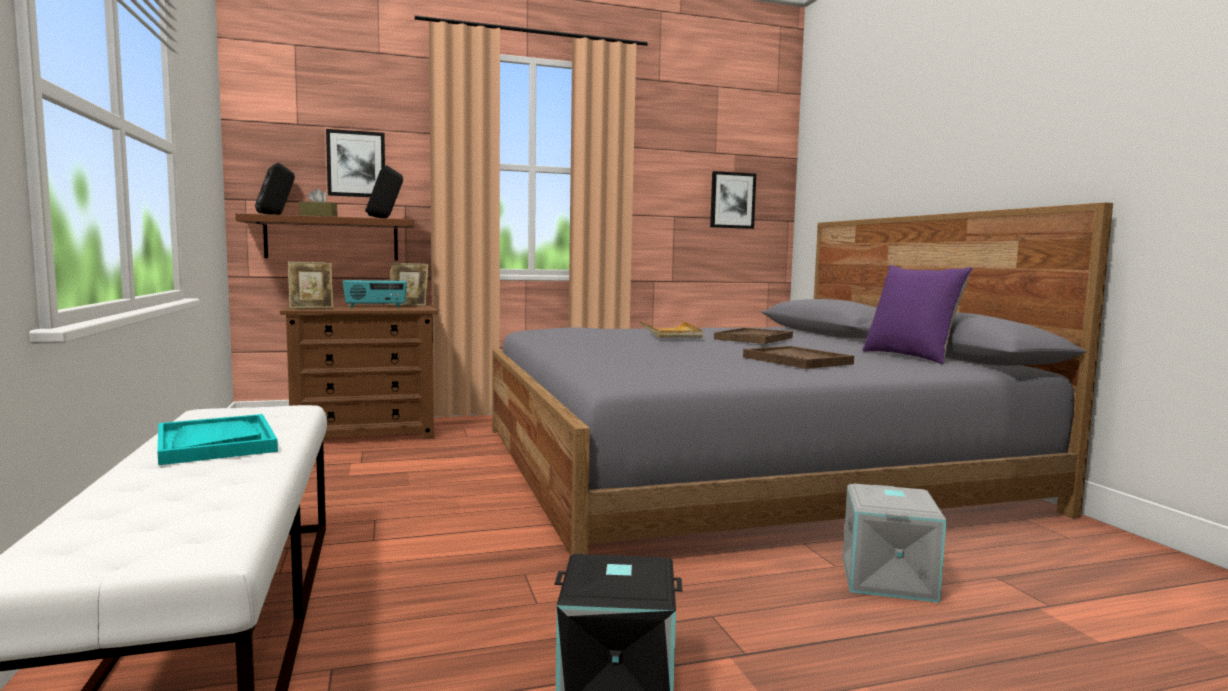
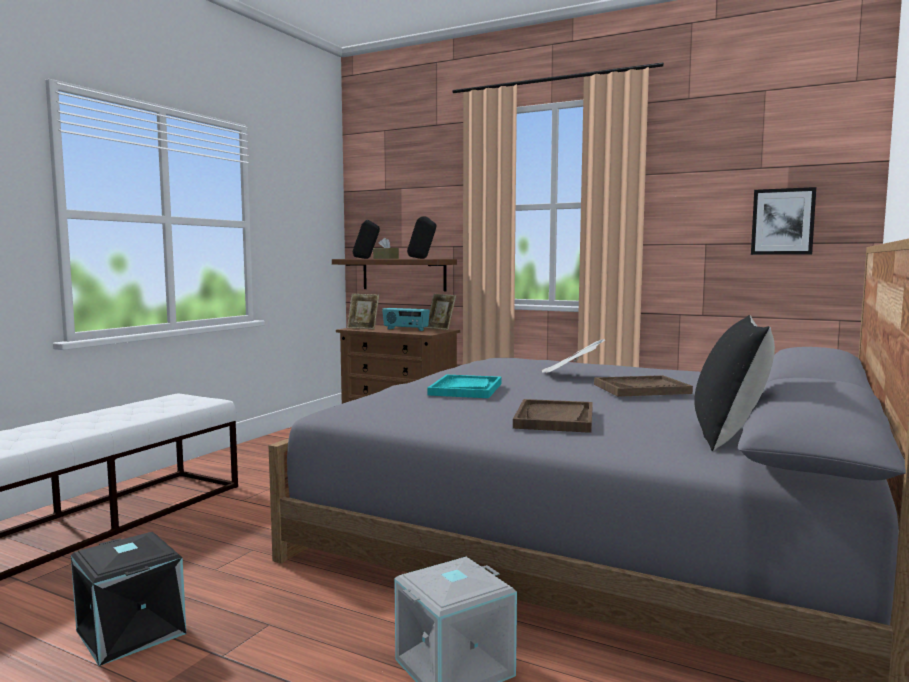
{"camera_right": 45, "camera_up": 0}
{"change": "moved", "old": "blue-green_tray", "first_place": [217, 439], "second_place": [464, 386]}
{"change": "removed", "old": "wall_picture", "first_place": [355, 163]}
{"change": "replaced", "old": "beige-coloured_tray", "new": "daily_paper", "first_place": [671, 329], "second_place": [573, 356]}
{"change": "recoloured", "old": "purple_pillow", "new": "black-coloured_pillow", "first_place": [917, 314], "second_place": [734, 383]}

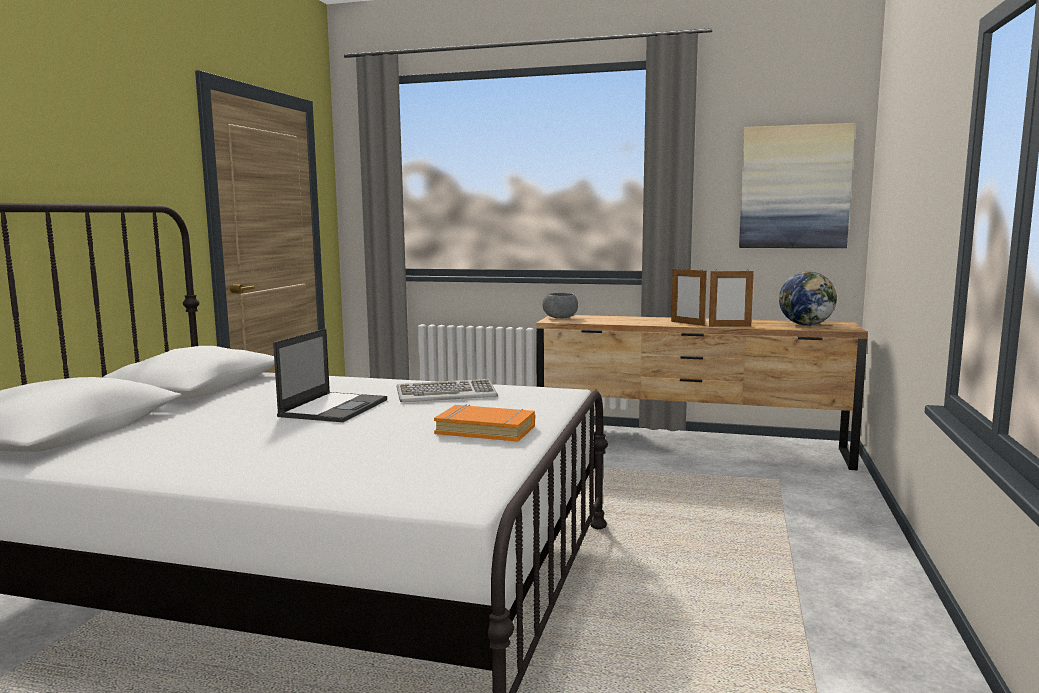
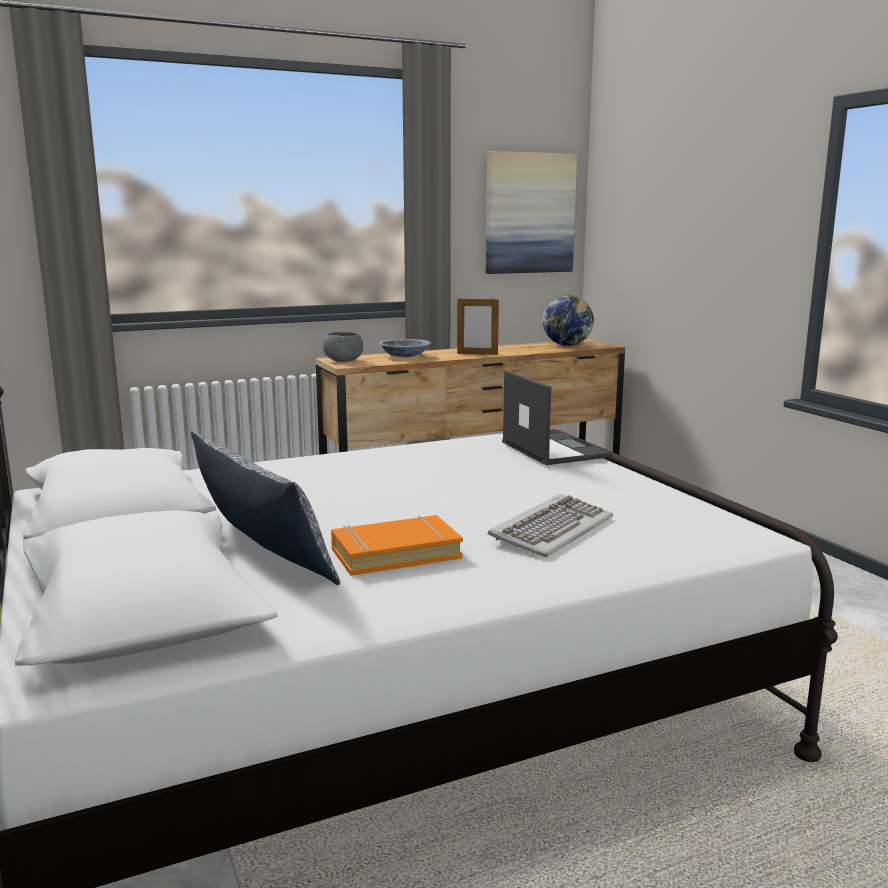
{"camera_right": -40, "camera_up": 5}
{"change": "moved", "old": "laptop", "first_place": [330, 375], "second_place": [557, 418]}
{"change": "moved", "old": "keyboard", "first_place": [447, 390], "second_place": [550, 525]}
{"change": "moved", "old": "orangey_book", "first_place": [484, 423], "second_place": [397, 545]}
{"change": "removed", "old": "picture_frame", "first_place": [731, 298]}
{"change": "added", "new": "pillow", "second_place": [265, 508]}
{"change": "added", "new": "bowl", "second_place": [405, 348]}

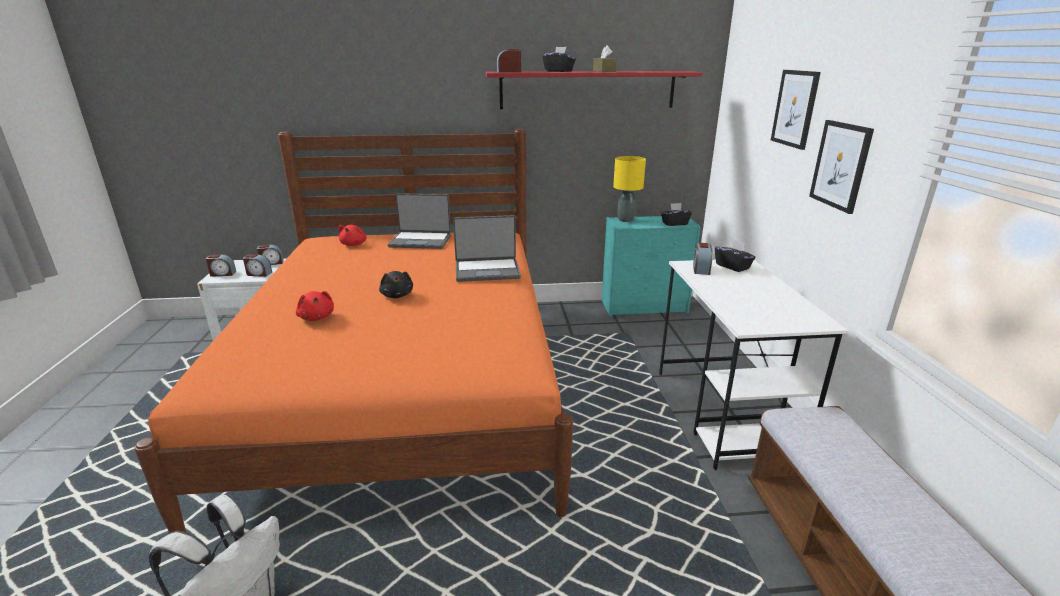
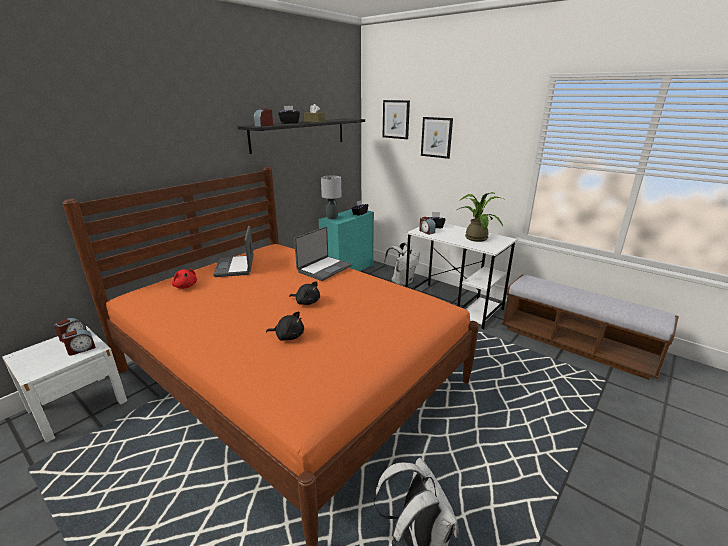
{"camera_right": -45, "camera_up": 0}
{"change": "removed", "old": "bedside_clock", "first_place": [221, 266]}
{"change": "recoloured", "old": "red-coloured_soft_toy", "new": "black-coloured_soft_toy", "first_place": [315, 306], "second_place": [285, 326]}
{"change": "turned", "old": "laptop", "first_place": [419, 221], "second_place": [233, 251], "degrees": 120}
{"change": "recoloured", "old": "red-coloured_wall_shelf", "new": "black-coloured_wall_shelf", "first_place": [594, 90], "second_place": [301, 136]}
{"change": "recoloured", "old": "yellow-coloured_tabletop_lamp", "new": "grey_tabletop_lamp", "first_place": [629, 189], "second_place": [331, 198]}
{"change": "moved", "old": "wall_picture", "first_place": [841, 167], "second_place": [396, 119]}
{"change": "added", "new": "whitish_rucksack", "second_place": [402, 264]}
{"change": "added", "new": "plant_in_a_pot", "second_place": [481, 217]}

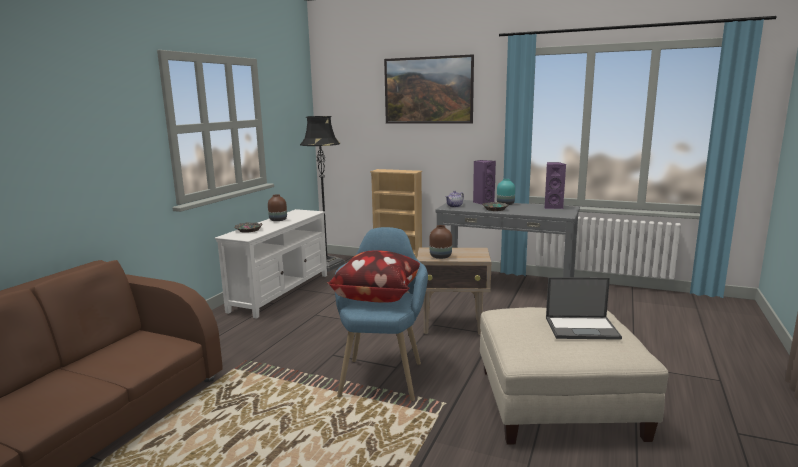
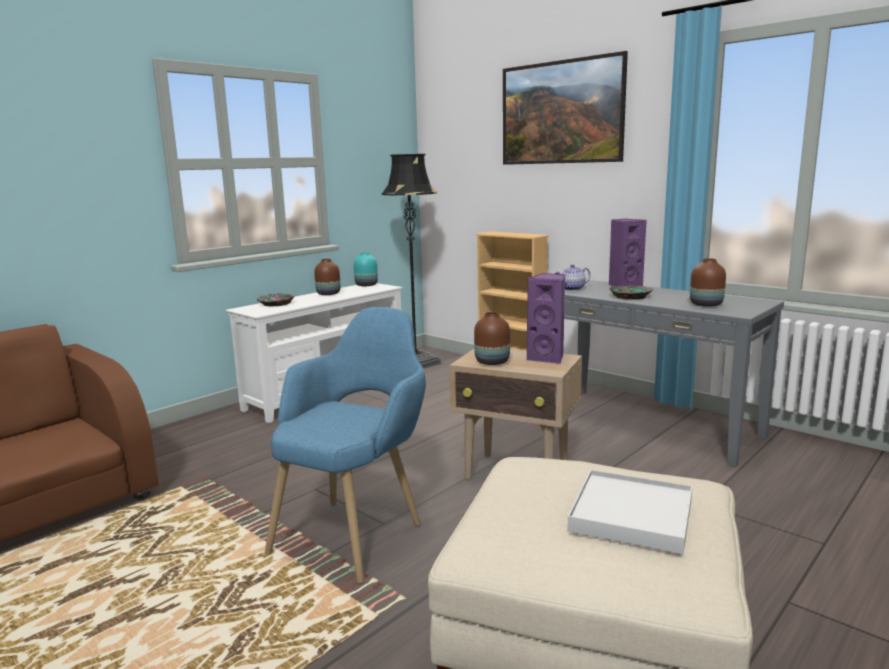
{"camera_right": 20, "camera_up": 0}
{"change": "removed", "old": "pillow", "first_place": [373, 276]}
{"change": "moved", "old": "blue-green_flower_vase", "first_place": [506, 192], "second_place": [366, 269]}
{"change": "moved", "old": "purple_loudspeaker", "first_place": [555, 185], "second_place": [546, 318]}
{"change": "replaced", "old": "laptop", "new": "whitish_tray", "first_place": [584, 308], "second_place": [630, 512]}
{"change": "added", "new": "brownish_flower_vase", "second_place": [708, 282]}

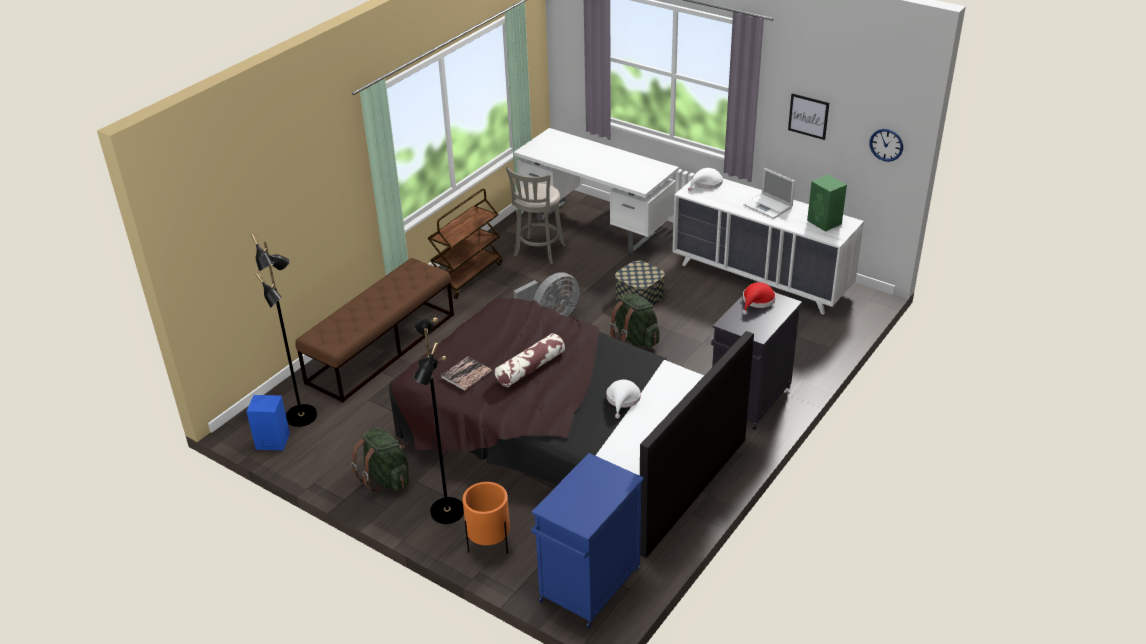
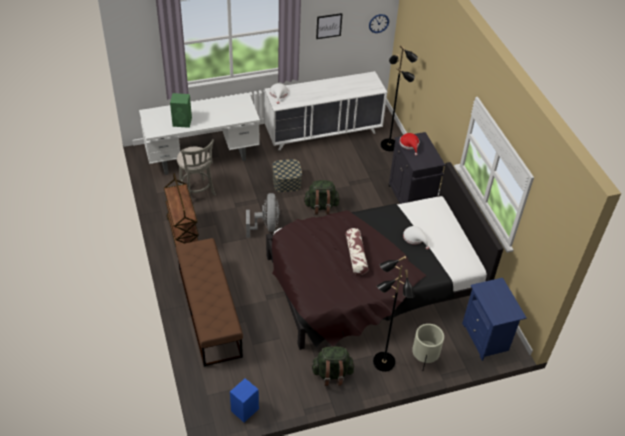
{"camera_right": -55, "camera_up": 10}
{"change": "moved", "old": "black-coloured_standing_lamp", "first_place": [284, 330], "second_place": [399, 98]}
{"change": "removed", "old": "book", "first_place": [466, 374]}
{"change": "recoloured", "old": "orangey_planter", "new": "beige-coloured_planter", "first_place": [486, 518], "second_place": [428, 347]}
{"change": "replaced", "old": "blue_cupboard", "new": "blue_bedside_table", "first_place": [587, 540], "second_place": [494, 319]}
{"change": "removed", "old": "laptop", "first_place": [769, 193]}
{"change": "moved", "old": "green-coloured_loudspeaker", "first_place": [827, 203], "second_place": [181, 110]}

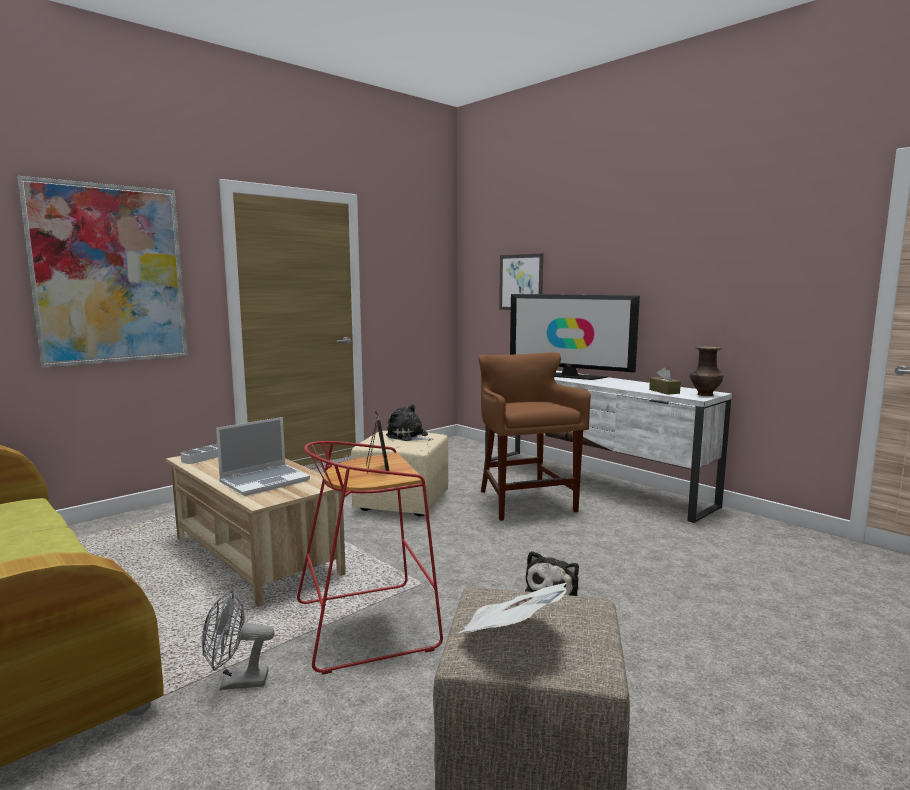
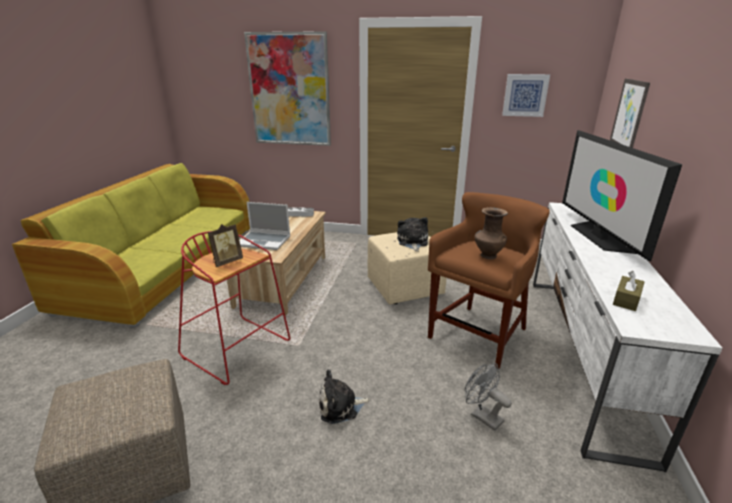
{"camera_right": 55, "camera_up": 15}
{"change": "moved", "old": "grey_electric_fan", "first_place": [238, 640], "second_place": [488, 397]}
{"change": "removed", "old": "daily_paper", "first_place": [512, 608]}
{"change": "moved", "old": "brownish_flower_vase", "first_place": [706, 371], "second_place": [491, 233]}
{"change": "added", "new": "wall_picture", "second_place": [526, 95]}

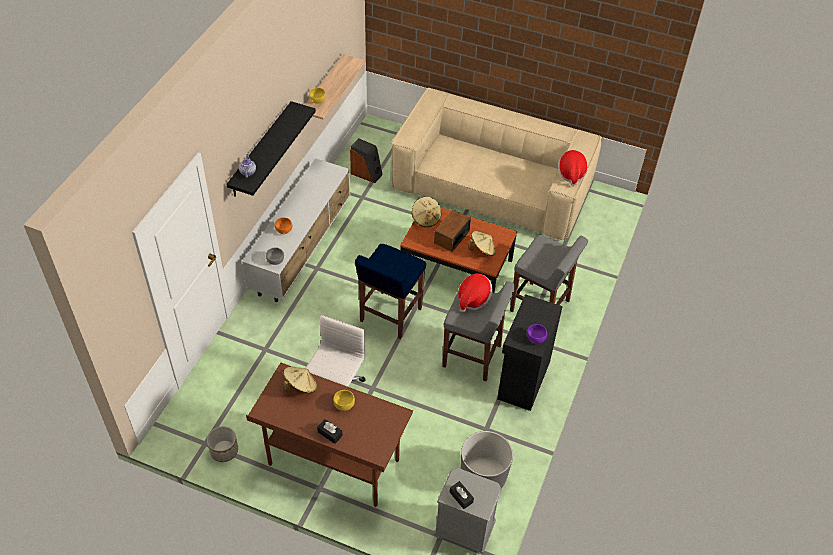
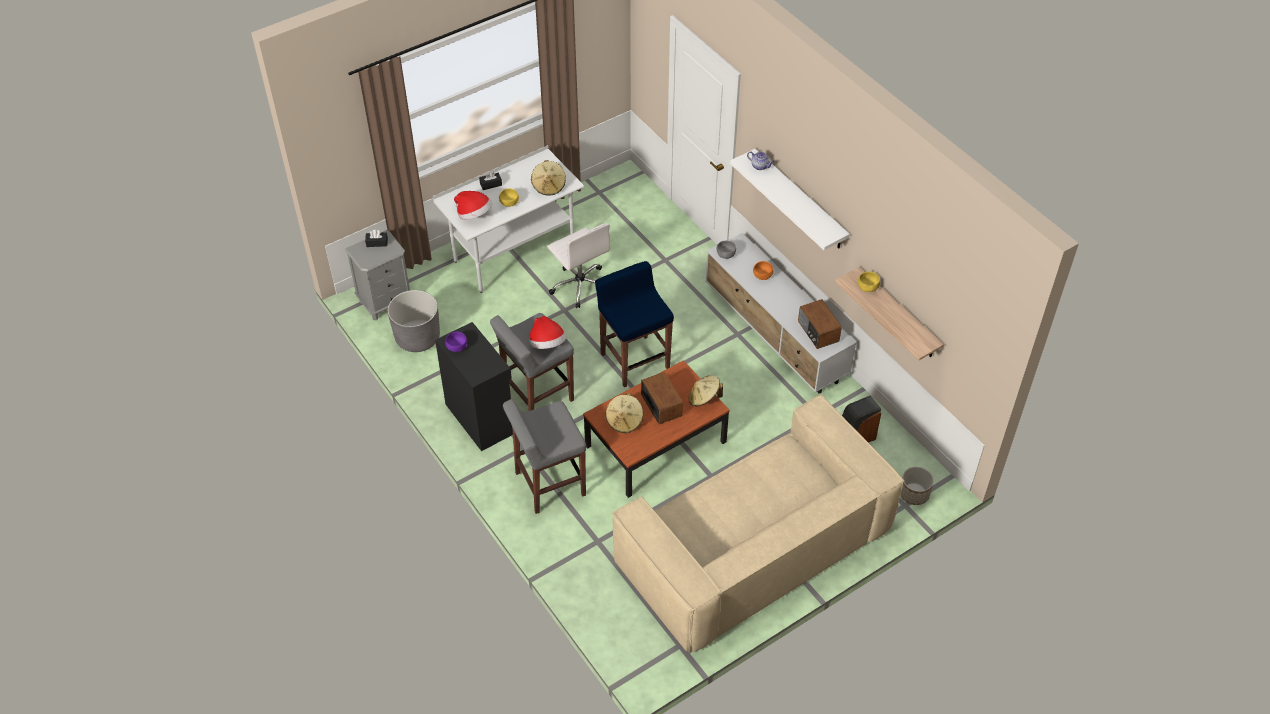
{"camera_right": 125, "camera_up": 0}
{"change": "moved", "old": "planter", "first_place": [222, 444], "second_place": [917, 486]}
{"change": "recoloured", "old": "black-coloured_wall_shelf", "new": "whitish_wall_shelf", "first_place": [271, 149], "second_place": [790, 199]}
{"change": "recoloured", "old": "brownish_desk", "new": "whitish_desk", "first_place": [329, 435], "second_place": [508, 219]}
{"change": "moved", "old": "hat", "first_place": [573, 168], "second_place": [473, 205]}
{"change": "added", "new": "radio", "second_place": [820, 324]}

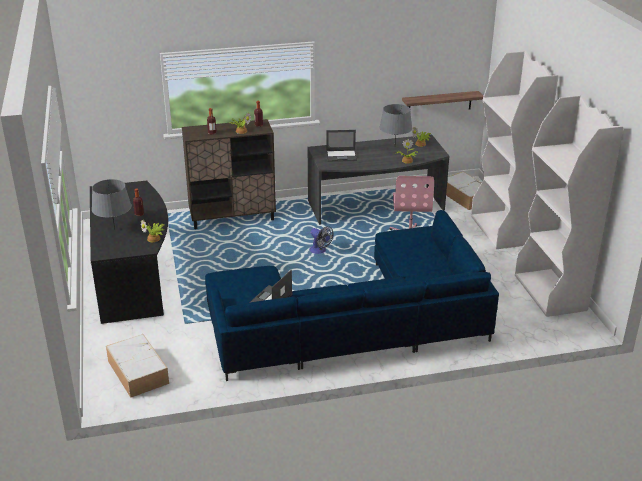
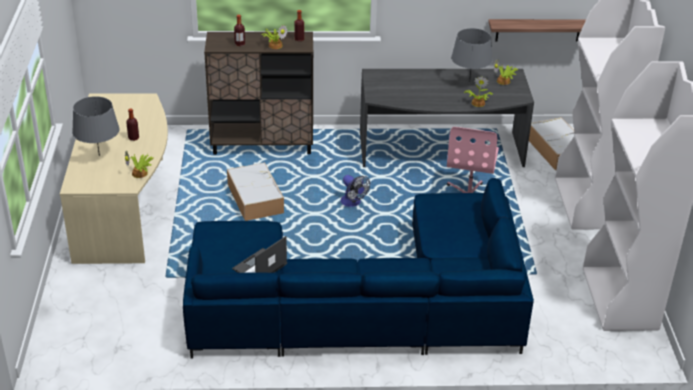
{"camera_right": 10, "camera_up": 5}
{"change": "recoloured", "old": "black-coloured_desk", "new": "beige-coloured_desk", "first_place": [129, 252], "second_place": [114, 178]}
{"change": "moved", "old": "storage_box", "first_place": [137, 366], "second_place": [255, 191]}
{"change": "removed", "old": "laptop", "first_place": [341, 146]}

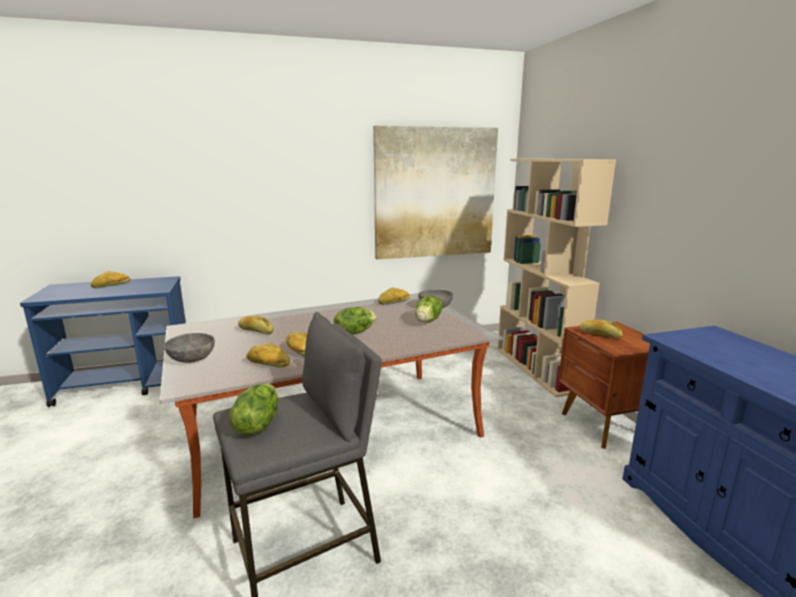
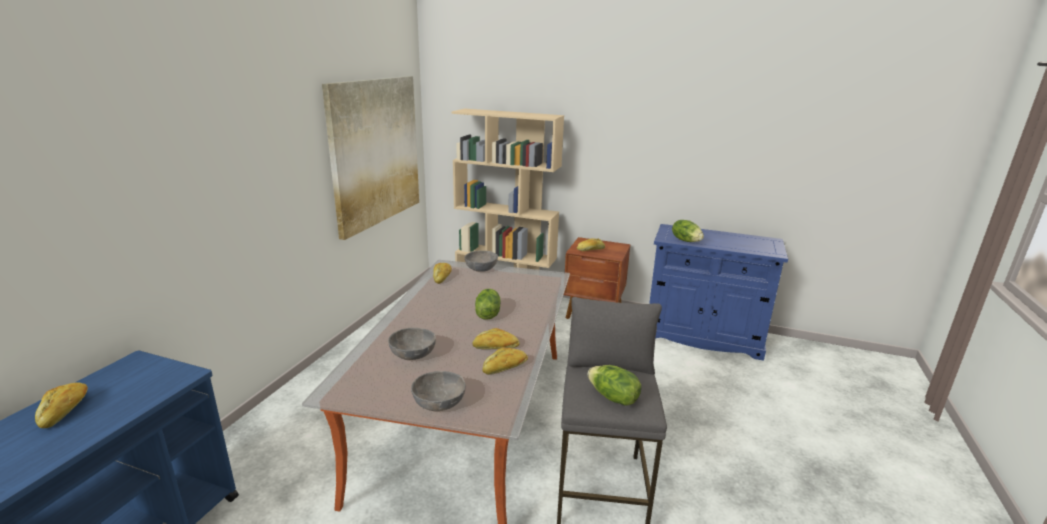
{"camera_right": -55, "camera_up": 5}
{"change": "replaced", "old": "bread", "new": "grey_bowl", "first_place": [255, 325], "second_place": [412, 344]}
{"change": "moved", "old": "head_of_lettuce", "first_place": [429, 309], "second_place": [688, 231]}

